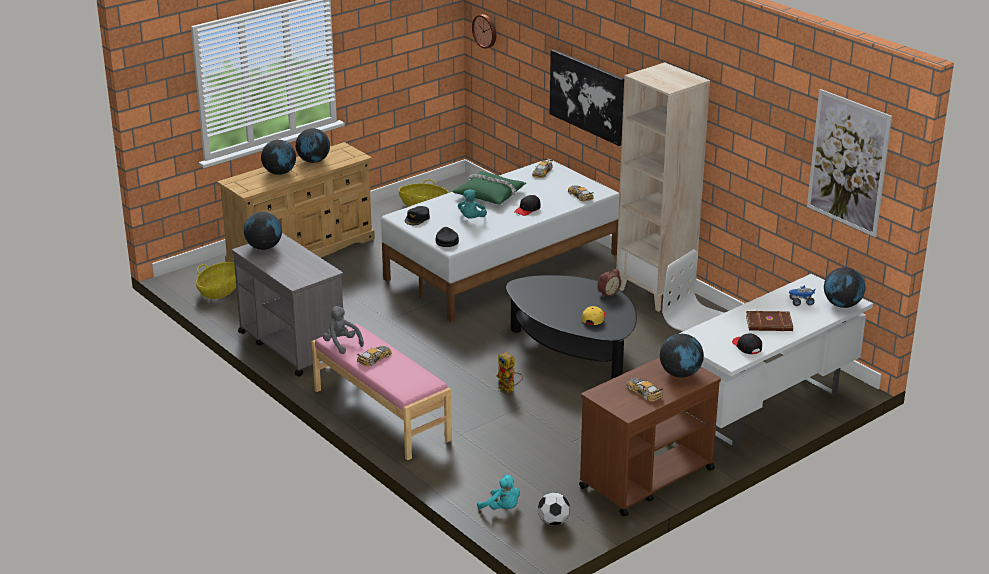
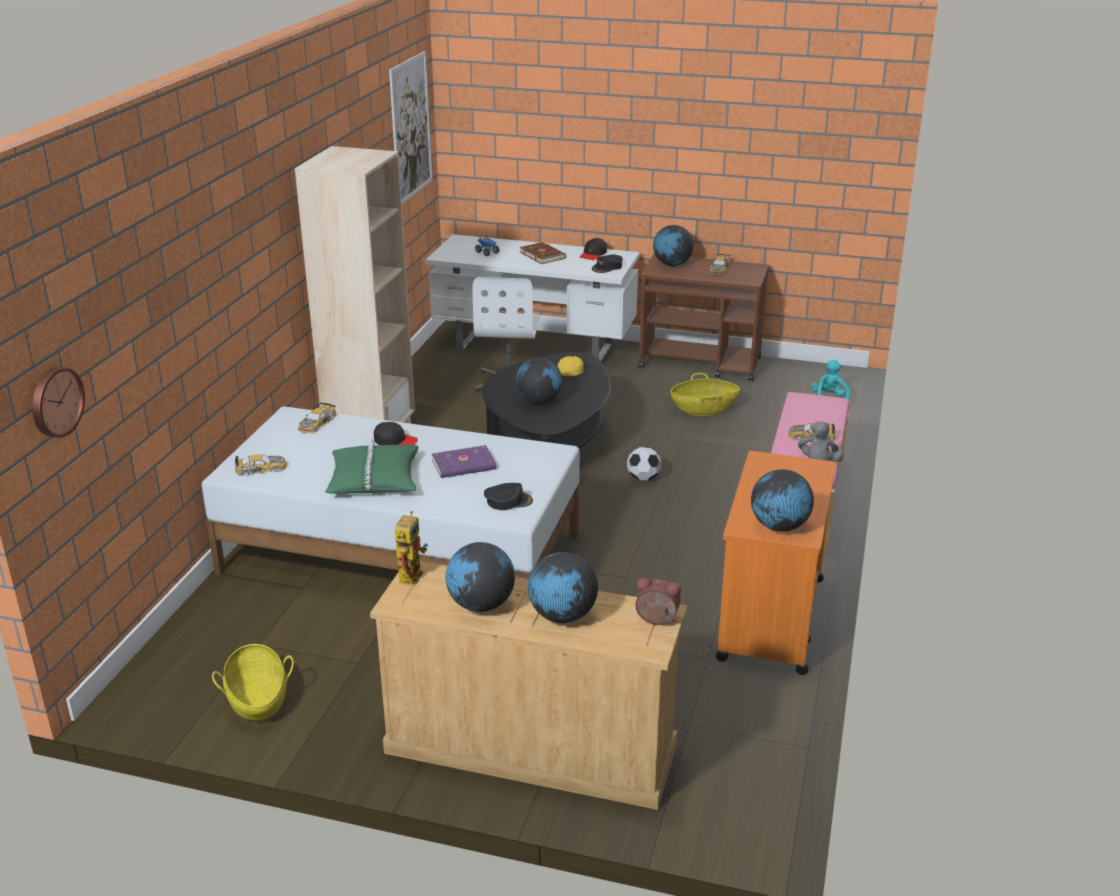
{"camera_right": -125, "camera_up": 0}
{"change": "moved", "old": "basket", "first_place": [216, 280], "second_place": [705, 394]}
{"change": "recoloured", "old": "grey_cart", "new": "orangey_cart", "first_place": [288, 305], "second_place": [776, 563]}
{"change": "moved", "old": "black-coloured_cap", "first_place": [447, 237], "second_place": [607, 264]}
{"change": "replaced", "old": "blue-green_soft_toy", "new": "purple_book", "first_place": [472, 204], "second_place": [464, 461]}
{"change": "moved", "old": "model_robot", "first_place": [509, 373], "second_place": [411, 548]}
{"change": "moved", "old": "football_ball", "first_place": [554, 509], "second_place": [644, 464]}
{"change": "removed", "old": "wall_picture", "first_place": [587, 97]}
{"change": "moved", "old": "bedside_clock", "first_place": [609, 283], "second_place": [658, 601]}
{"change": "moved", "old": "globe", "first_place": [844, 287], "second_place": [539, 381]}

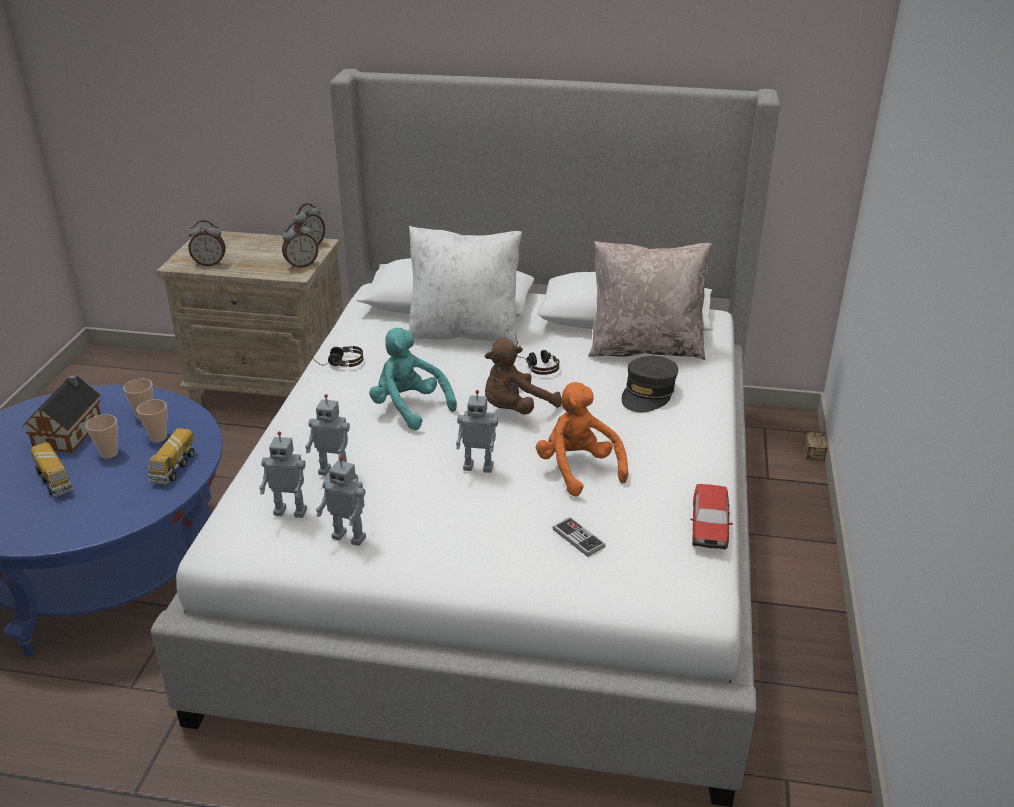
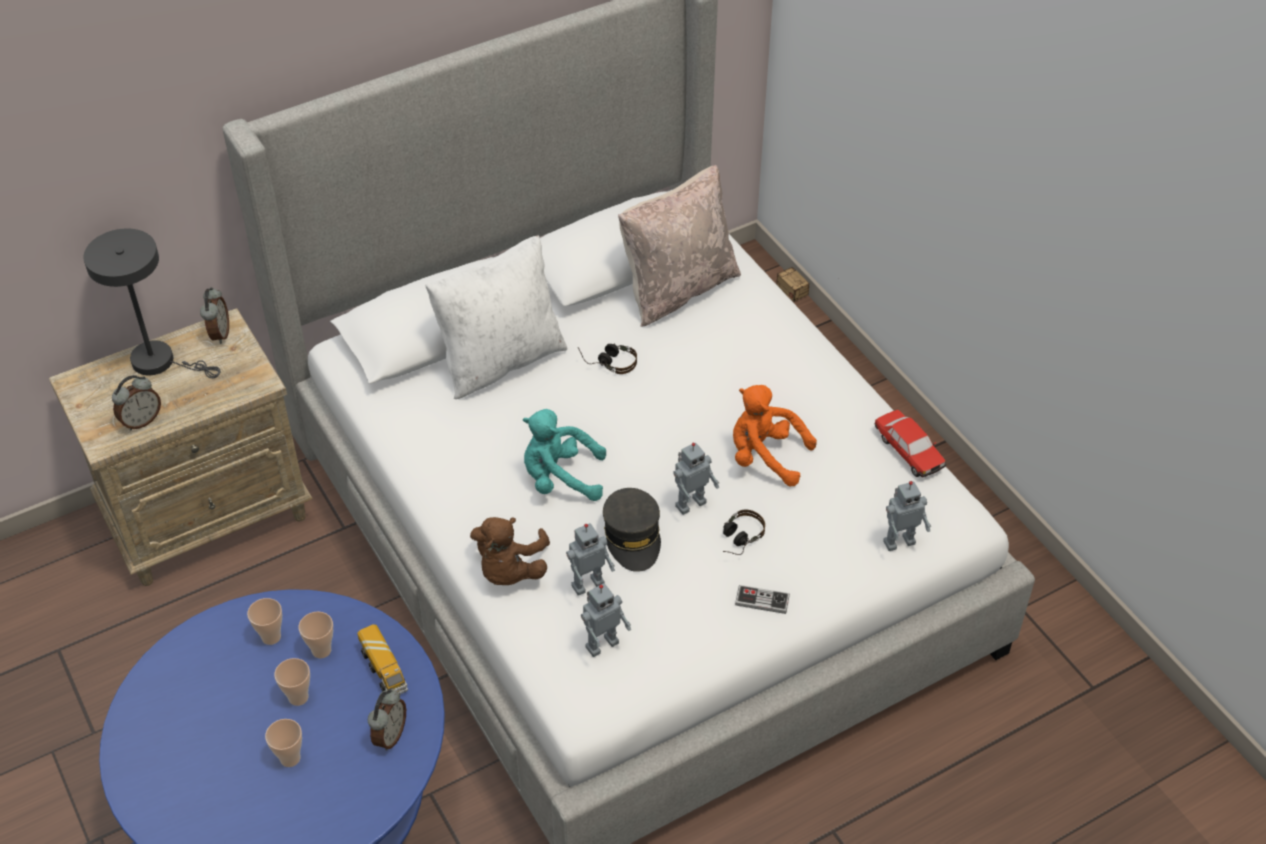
{"camera_right": -40, "camera_up": 15}
{"change": "removed", "old": "model_house", "first_place": [61, 413]}
{"change": "replaced", "old": "model_truck", "new": "cup", "first_place": [52, 469], "second_place": [283, 743]}
{"change": "moved", "old": "bedside_clock", "first_place": [300, 245], "second_place": [387, 720]}
{"change": "moved", "old": "headphones", "first_place": [336, 356], "second_place": [744, 532]}
{"change": "moved", "old": "model_robot", "first_place": [341, 501], "second_place": [907, 516]}
{"change": "moved", "old": "brownish_soft_toy", "first_place": [523, 377], "second_place": [510, 551]}
{"change": "moved", "old": "joypad", "first_place": [579, 537], "second_place": [762, 599]}
{"change": "moved", "old": "grey_cap", "first_place": [650, 384], "second_place": [632, 530]}
{"change": "added", "new": "grey_tabletop_lamp", "second_place": [152, 303]}

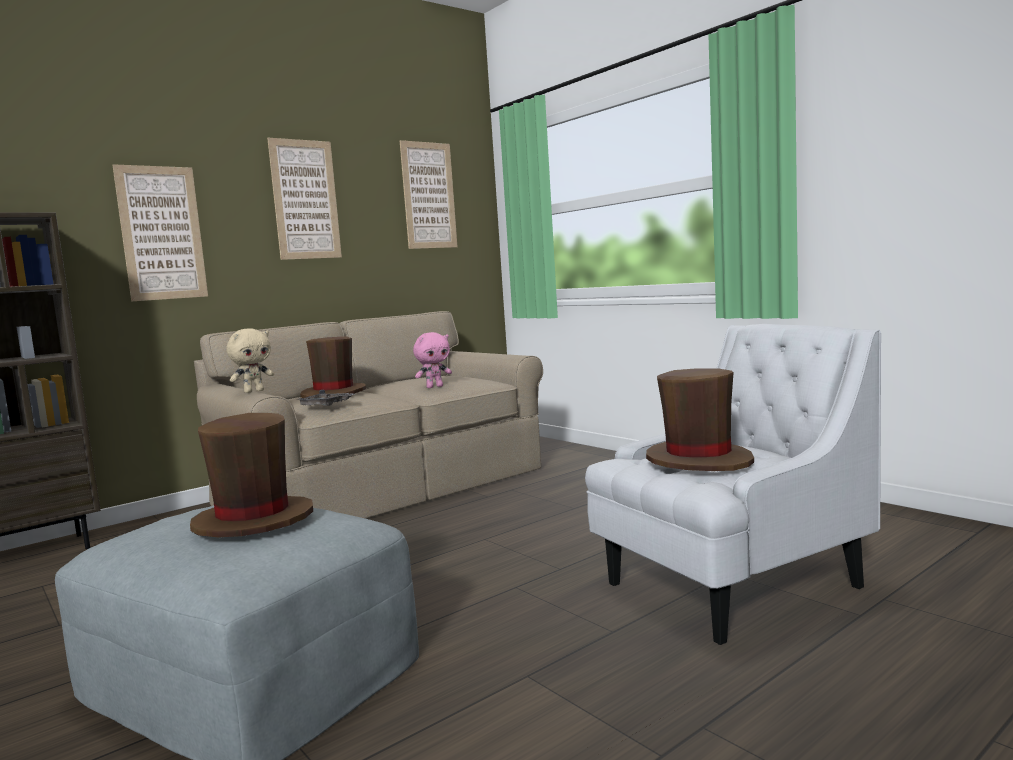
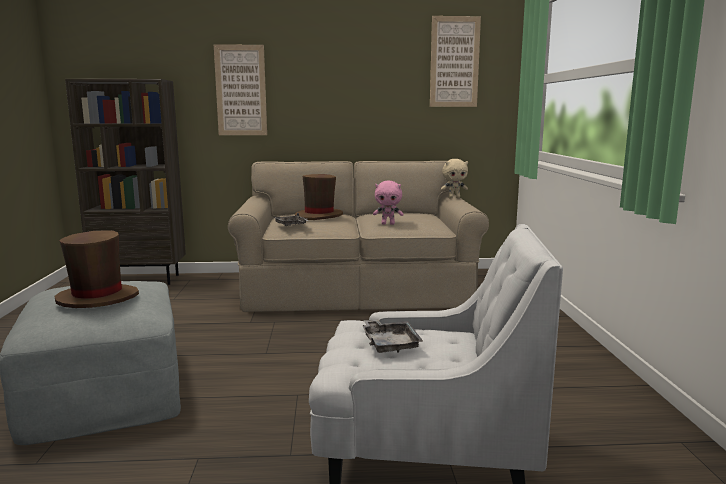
{"camera_right": 35, "camera_up": 5}
{"change": "moved", "old": "beige-coloured_soft_toy", "first_place": [250, 360], "second_place": [454, 178]}
{"change": "removed", "old": "wall_picture", "first_place": [304, 199]}
{"change": "replaced", "old": "brownish_hat", "new": "grey_tray", "first_place": [700, 419], "second_place": [392, 336]}

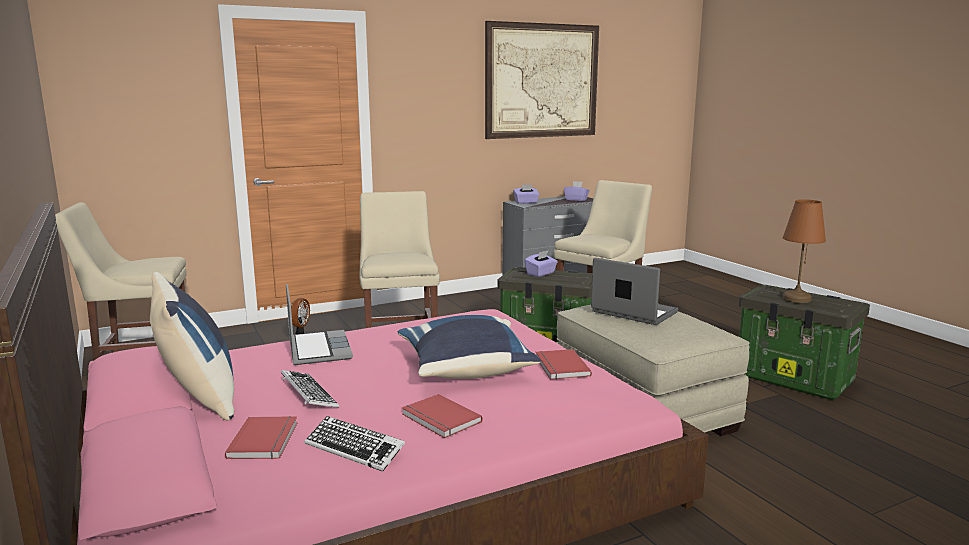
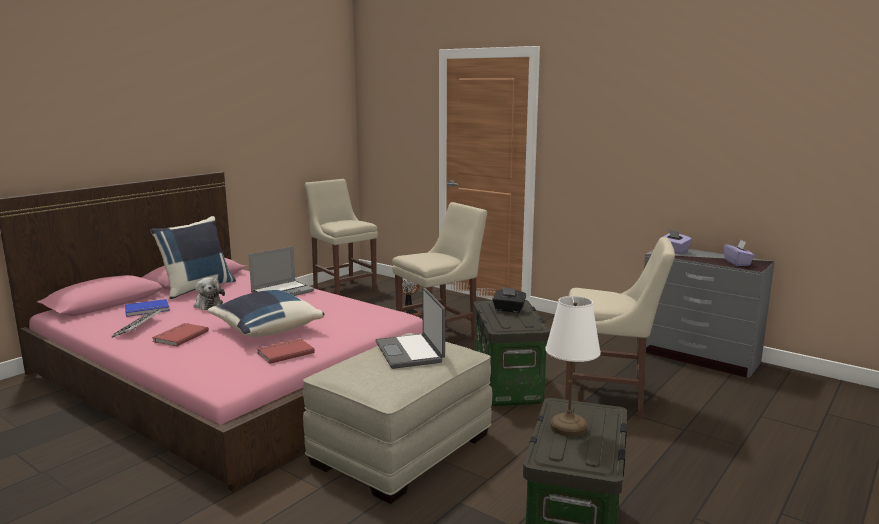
{"camera_right": 65, "camera_up": 0}
{"change": "recoloured", "old": "red-coloured_book", "new": "blue_book", "first_place": [261, 437], "second_place": [147, 308]}
{"change": "replaced", "old": "keyboard", "new": "soft_toy", "first_place": [310, 389], "second_place": [209, 293]}
{"change": "removed", "old": "wall_picture", "first_place": [542, 80]}
{"change": "recoloured", "old": "purple_box_of_tissues", "new": "black-coloured_box_of_tissues", "first_place": [541, 264], "second_place": [509, 300]}
{"change": "turned", "old": "laptop", "first_place": [634, 291], "second_place": [410, 328], "degrees": 150}
{"change": "recoloured", "old": "brownish_tabletop_lamp", "new": "whitish_tabletop_lamp", "first_place": [804, 251], "second_place": [573, 366]}

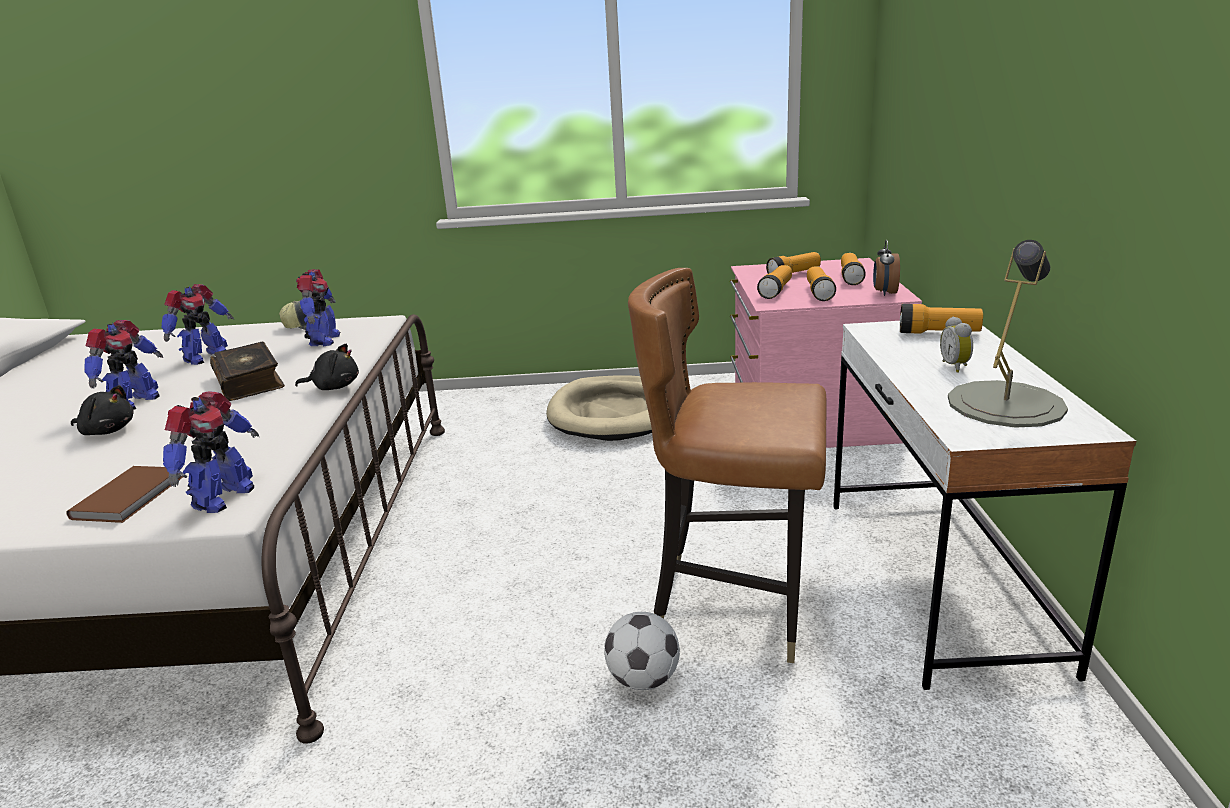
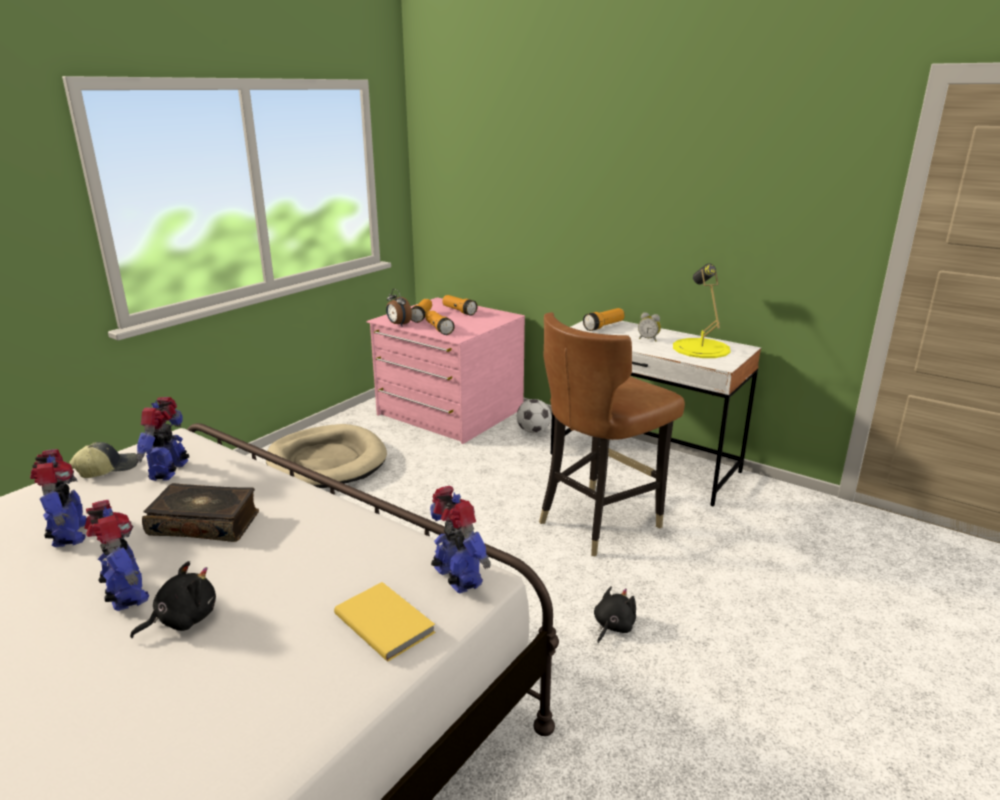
{"camera_right": -55, "camera_up": 0}
{"change": "recoloured", "old": "brownish_book", "new": "yellow-coloured_book", "first_place": [124, 494], "second_place": [385, 621]}
{"change": "moved", "old": "black-coloured_soft_toy", "first_place": [327, 367], "second_place": [615, 614]}
{"change": "turned", "old": "model_robot", "first_place": [318, 307], "second_place": [162, 439], "degrees": -120}
{"change": "moved", "old": "football_ball", "first_place": [642, 651], "second_place": [534, 416]}
{"change": "removed", "old": "torch", "first_place": [821, 283]}
{"change": "moved", "old": "bedside_clock", "first_place": [886, 268], "second_place": [399, 308]}
{"change": "recoloured", "old": "grey_tabletop_lamp", "new": "yellow-coloured_tabletop_lamp", "first_place": [1008, 334], "second_place": [702, 310]}

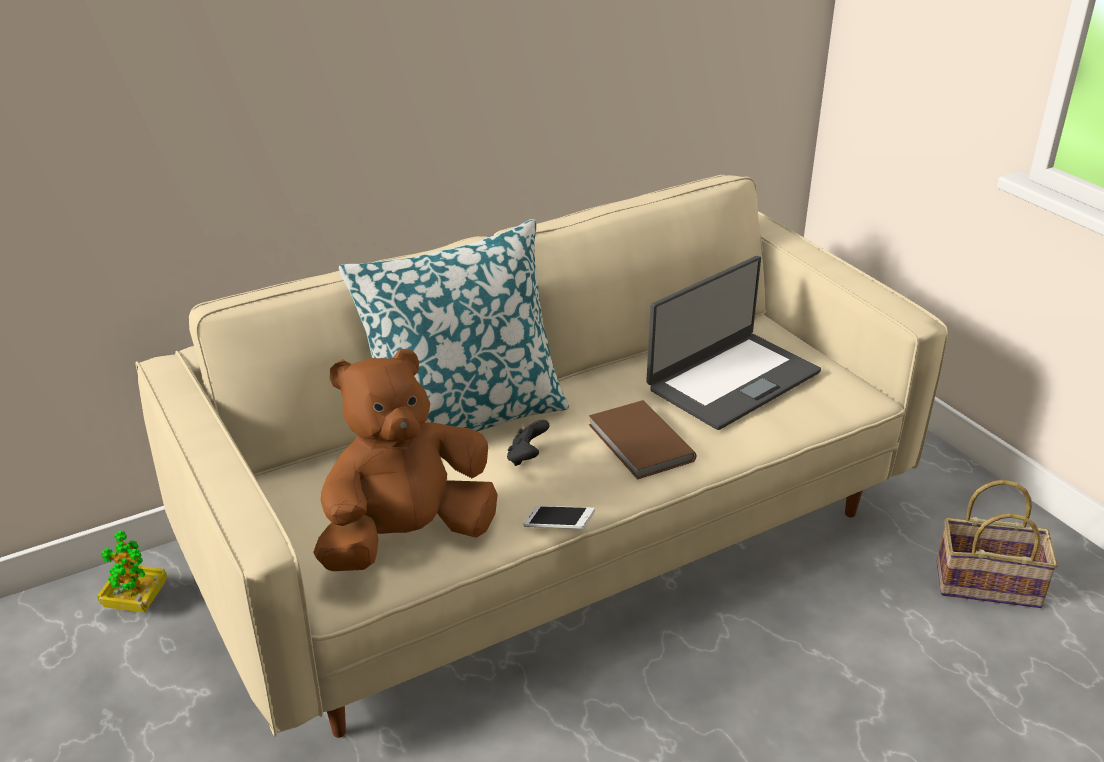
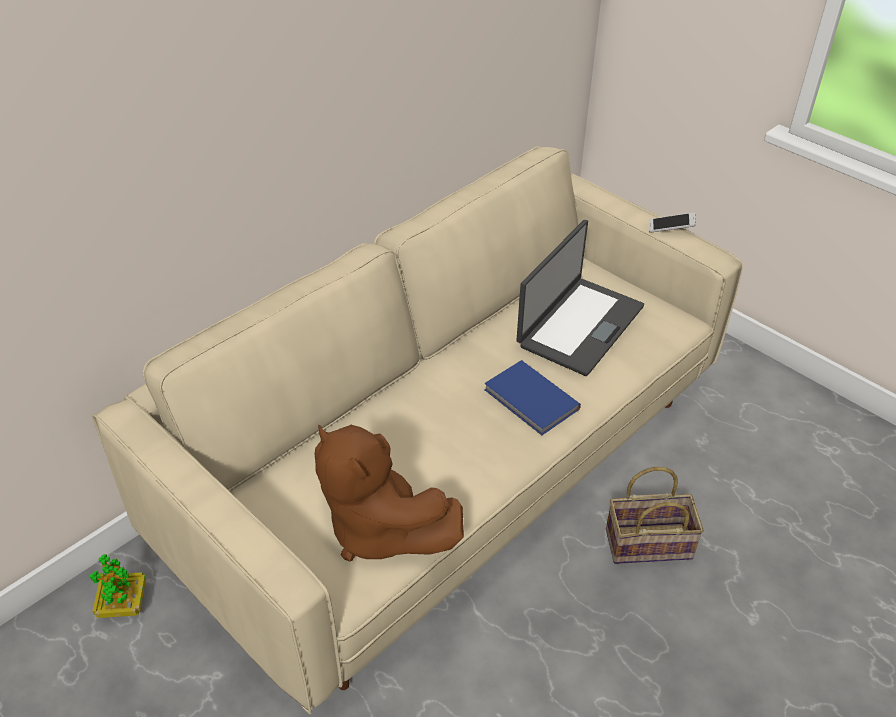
{"camera_right": -15, "camera_up": 10}
{"change": "turned", "old": "brownish_soft_toy", "first_place": [405, 460], "second_place": [389, 493], "degrees": -90}
{"change": "removed", "old": "pillow", "first_place": [454, 325]}
{"change": "removed", "old": "black-coloured_joypad", "first_place": [528, 443]}
{"change": "moved", "old": "handset", "first_place": [559, 517], "second_place": [672, 223]}
{"change": "recoloured", "old": "brownish_book", "new": "blue_book", "first_place": [642, 440], "second_place": [532, 397]}
{"change": "moved", "old": "basket", "first_place": [997, 544], "second_place": [655, 515]}

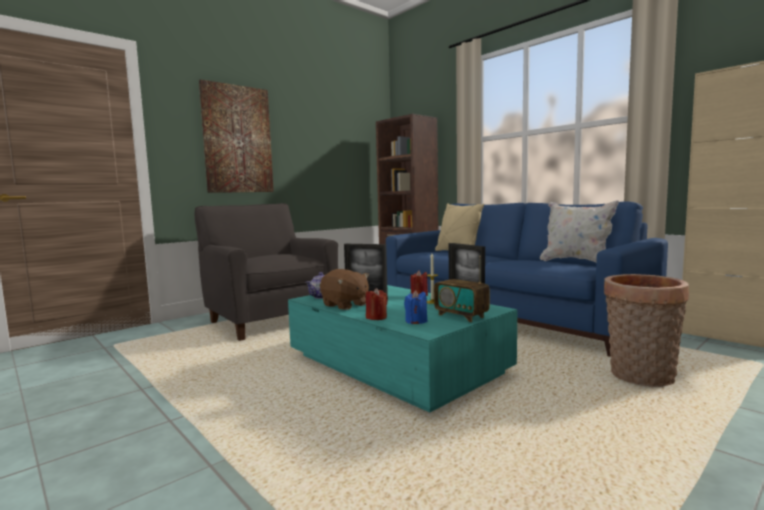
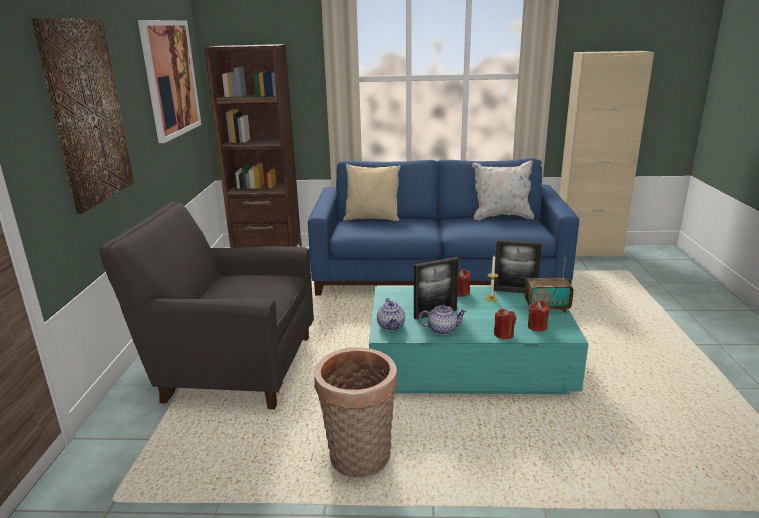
{"camera_right": -45, "camera_up": 15}
{"change": "replaced", "old": "brownish_soft_toy", "new": "tea_pot", "first_place": [344, 289], "second_place": [443, 320]}
{"change": "recoloured", "old": "blue_wax_candle", "new": "red-coloured_wax_candle", "first_place": [415, 307], "second_place": [538, 316]}
{"change": "moved", "old": "basket", "first_place": [646, 330], "second_place": [355, 412]}
{"change": "added", "new": "wall_picture", "second_place": [170, 81]}

